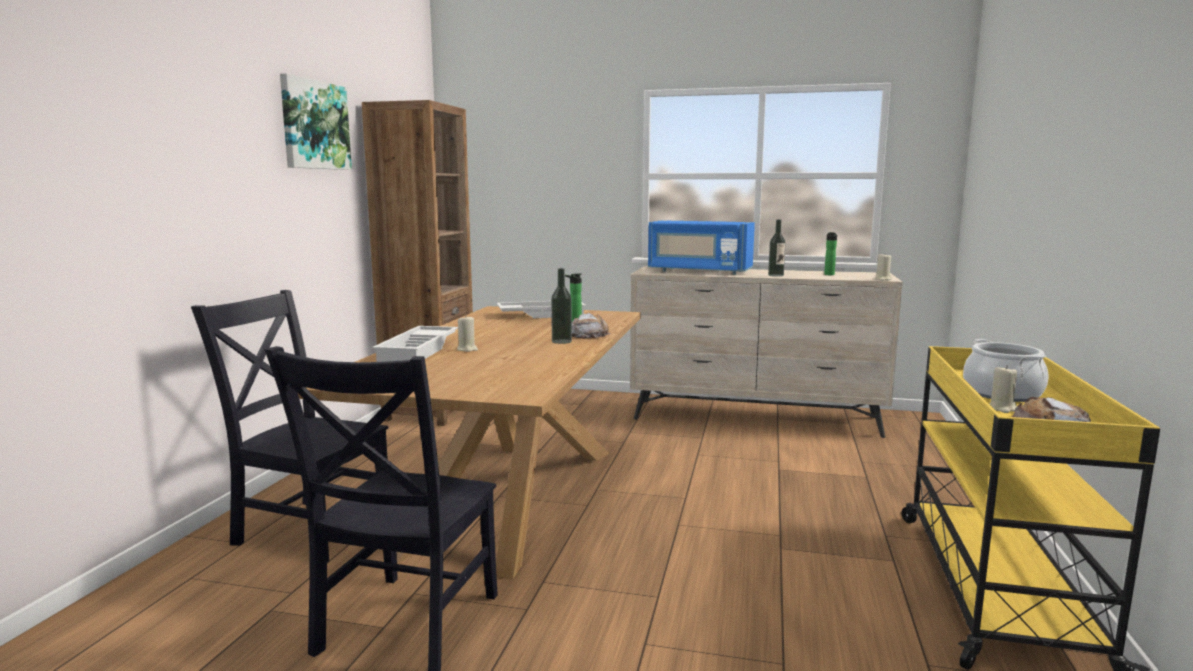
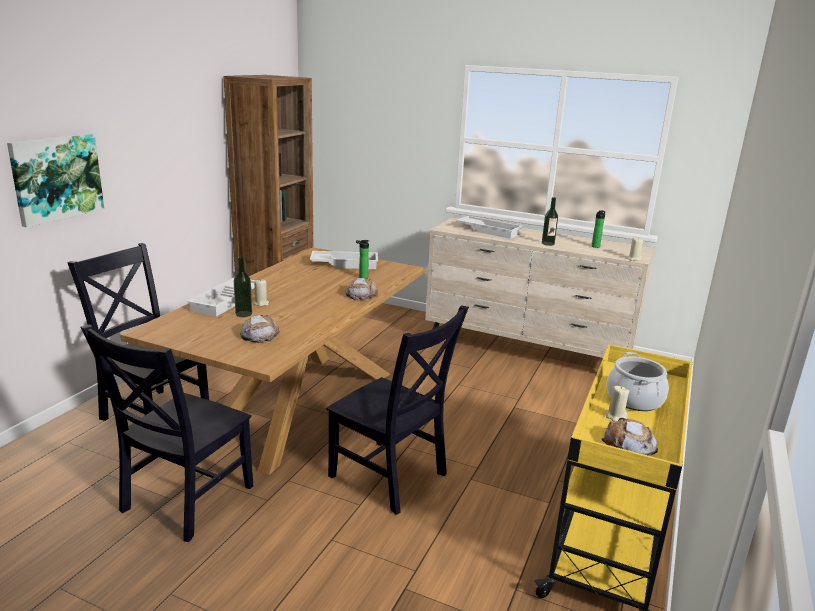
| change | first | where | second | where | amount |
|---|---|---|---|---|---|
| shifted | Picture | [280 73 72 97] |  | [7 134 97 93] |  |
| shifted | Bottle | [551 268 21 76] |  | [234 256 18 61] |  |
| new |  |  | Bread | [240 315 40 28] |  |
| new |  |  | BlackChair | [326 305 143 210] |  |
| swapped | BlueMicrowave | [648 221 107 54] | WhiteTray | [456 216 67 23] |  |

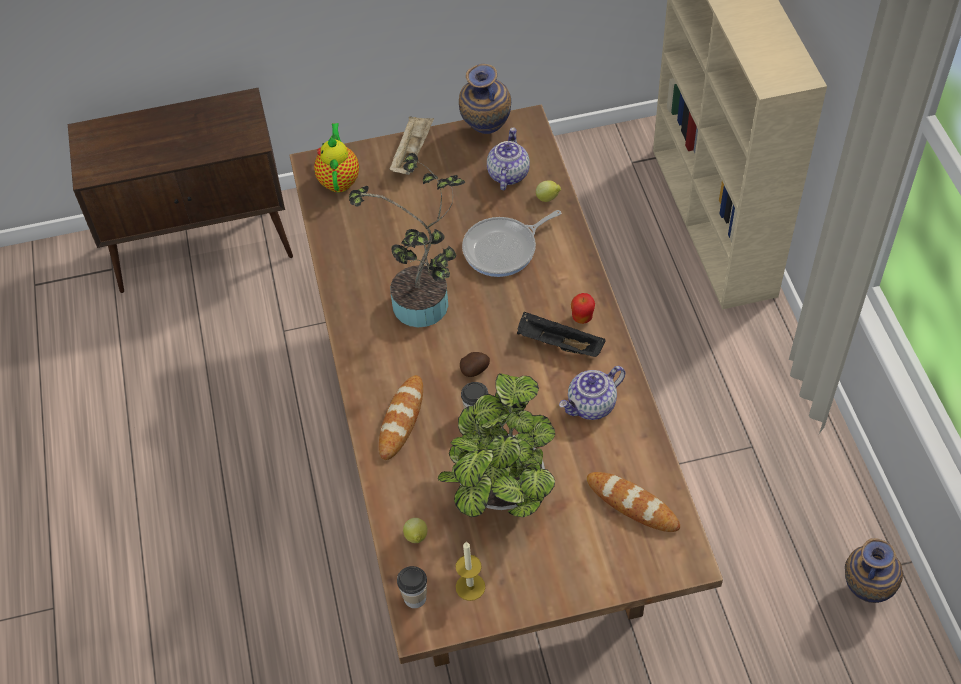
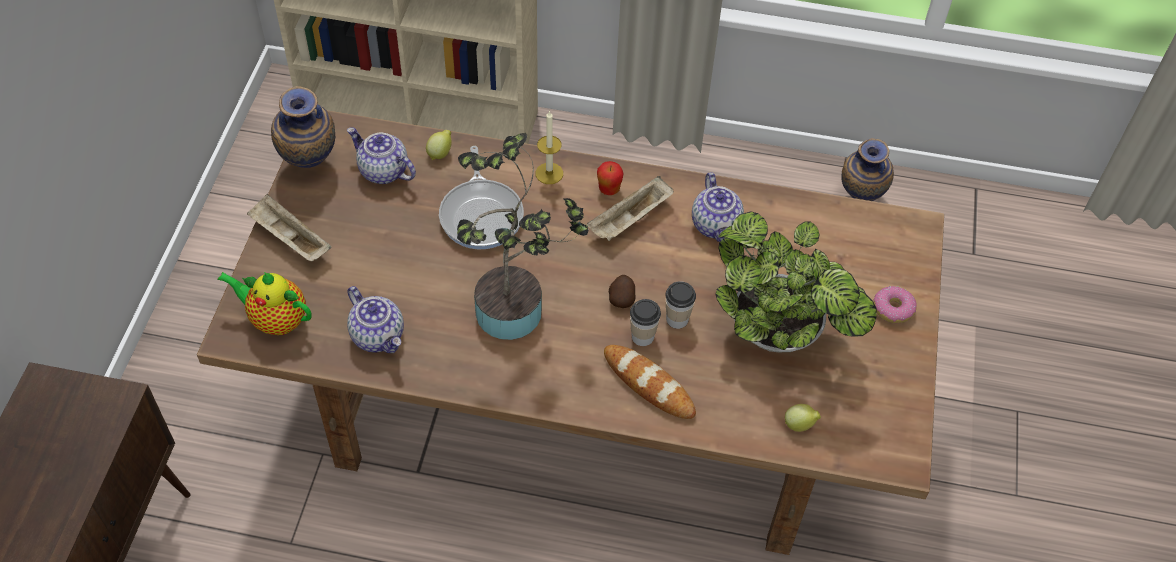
| change | first | where | second | where | amount |
|---|---|---|---|---|---|
| new |  |  | Teapot | [347 286 57 67] |  |
| shifted | Candle | [456 542 29 59] |  | [535 110 28 74] |  |
| repainted | BlackTray | [517 311 89 46] | BeigeTray | [587 176 87 65] |  |
| shifted | Cup | [397 566 30 42] |  | [630 299 31 47] |  |
| new |  |  | Donut | [873 286 44 38] |  |
| gone | Bread | [587 472 93 60] |  |  |  |

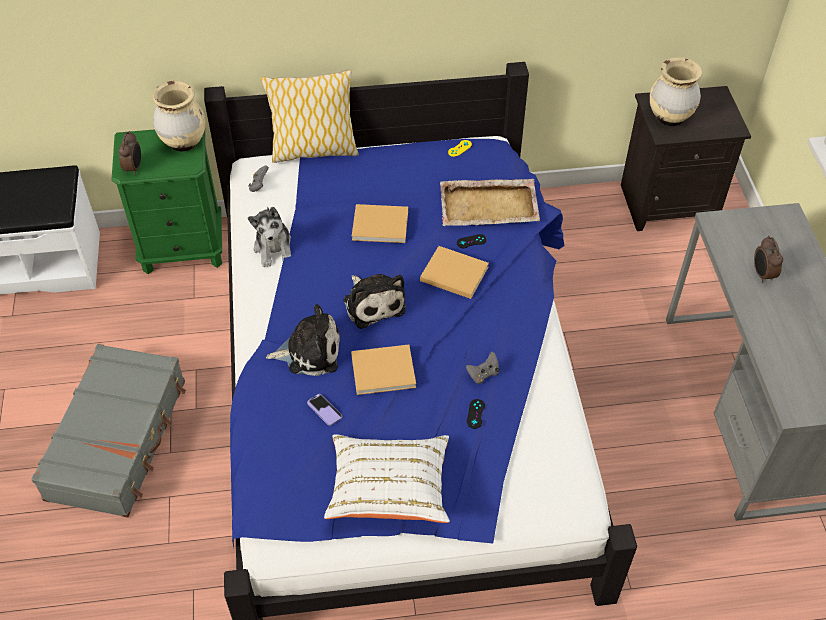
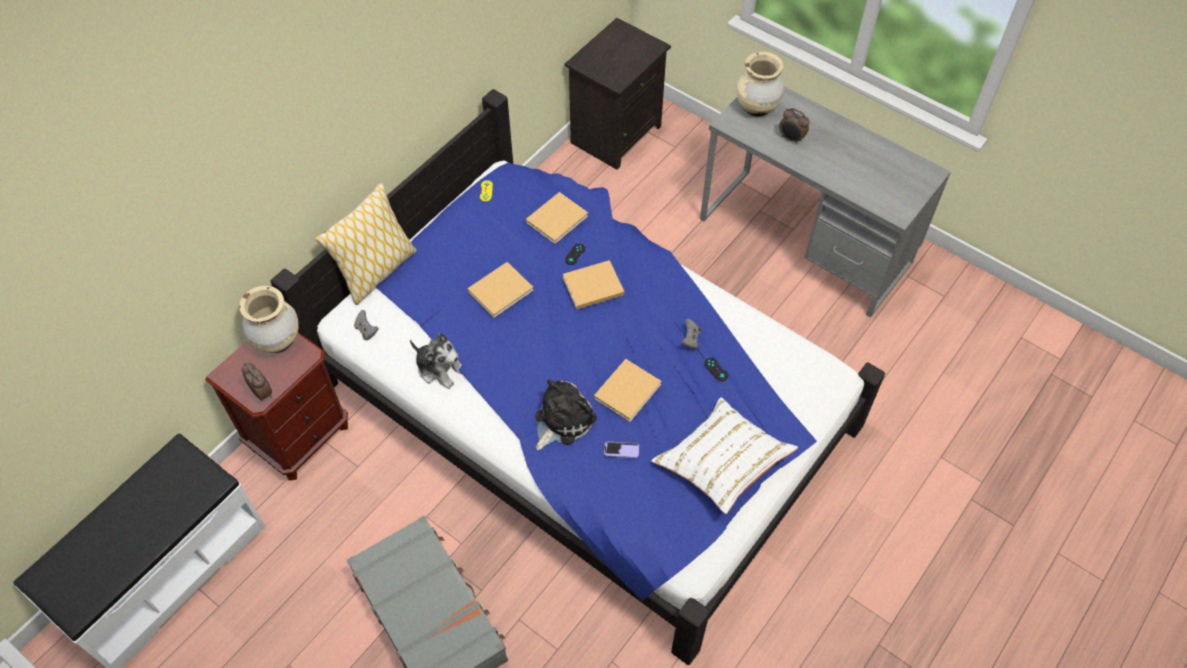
| change | first | where | second | where | amount |
|---|---|---|---|---|---|
| repainted | GreenNightstand | [111 129 111 145] | BrownNightstand | [205 332 143 148] |  |
| swapped | BeigeTray | [440 179 100 47] | BeigeBook | [526 192 62 52] |  |
| shifted | BeigeVase | [650 57 52 69] |  | [736 52 48 65] |  |
| gone | PlushToy | [343 274 63 55] |  |  |  |

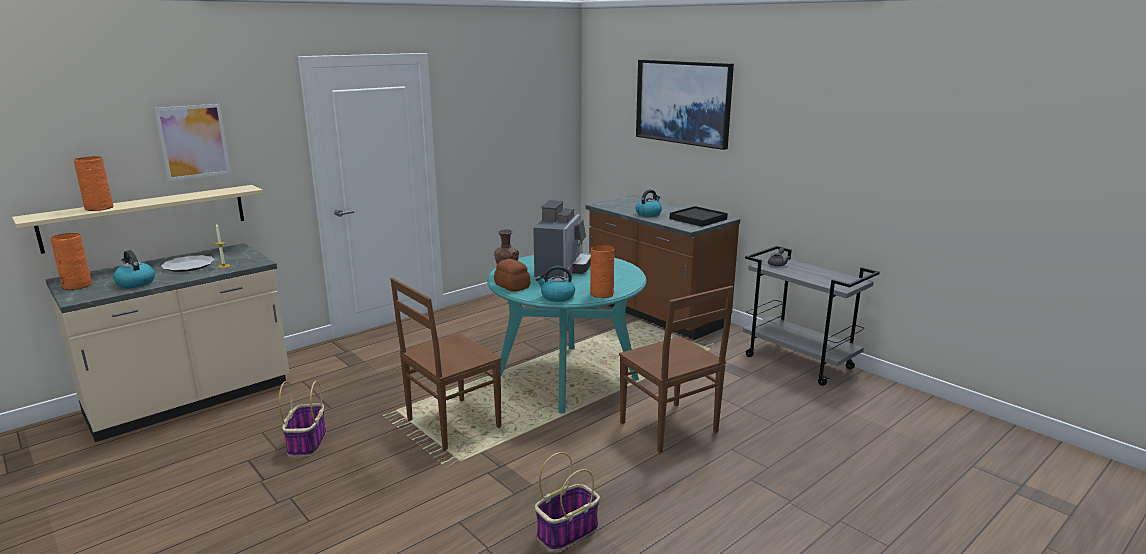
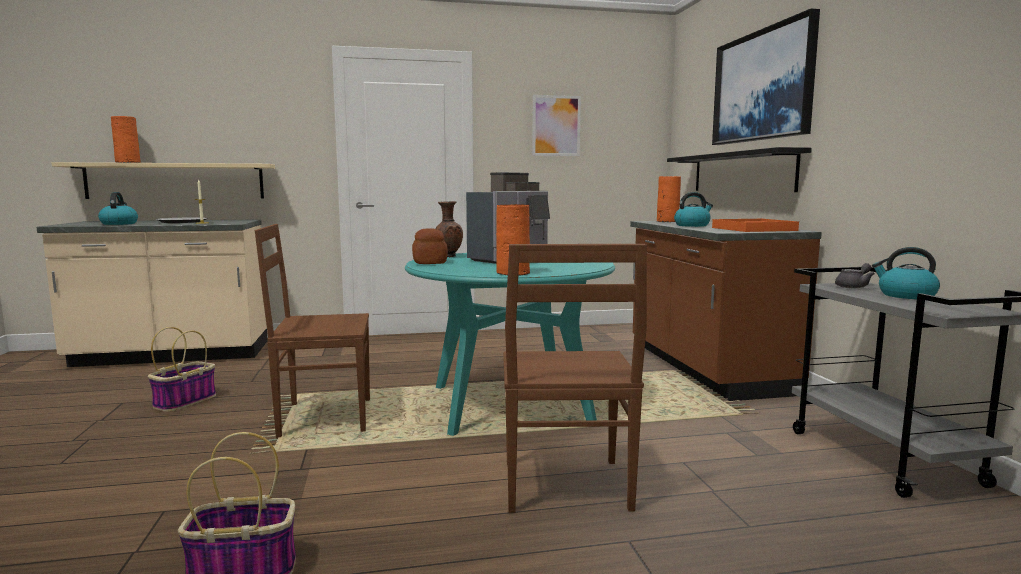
| change | first | where | second | where | amount |
|---|---|---|---|---|---|
| shifted | Picture | [154 104 77 77] |  | [532 95 49 61] |  |
| shifted | OrangeVase | [50 233 42 57] |  | [657 176 24 46] |  |
| new |  |  | BlackShelf | [667 147 145 45] |  |
| repainted | BlackTray | [670 206 58 21] | OrangeTray | [712 219 87 13] |  |
| shifted | Kettle | [536 266 39 36] |  | [872 247 68 52] |  |

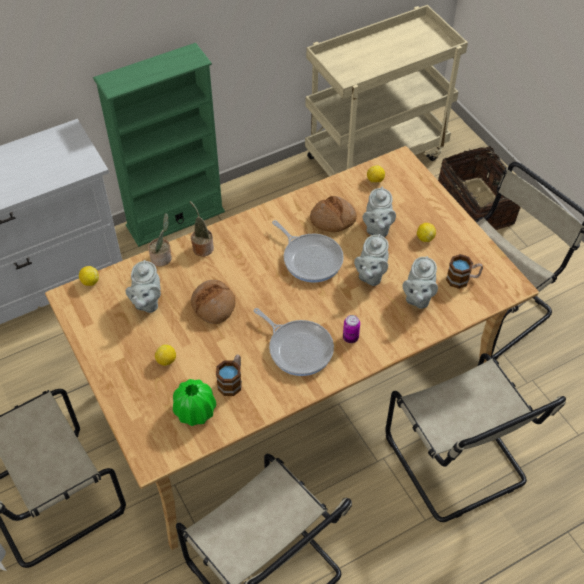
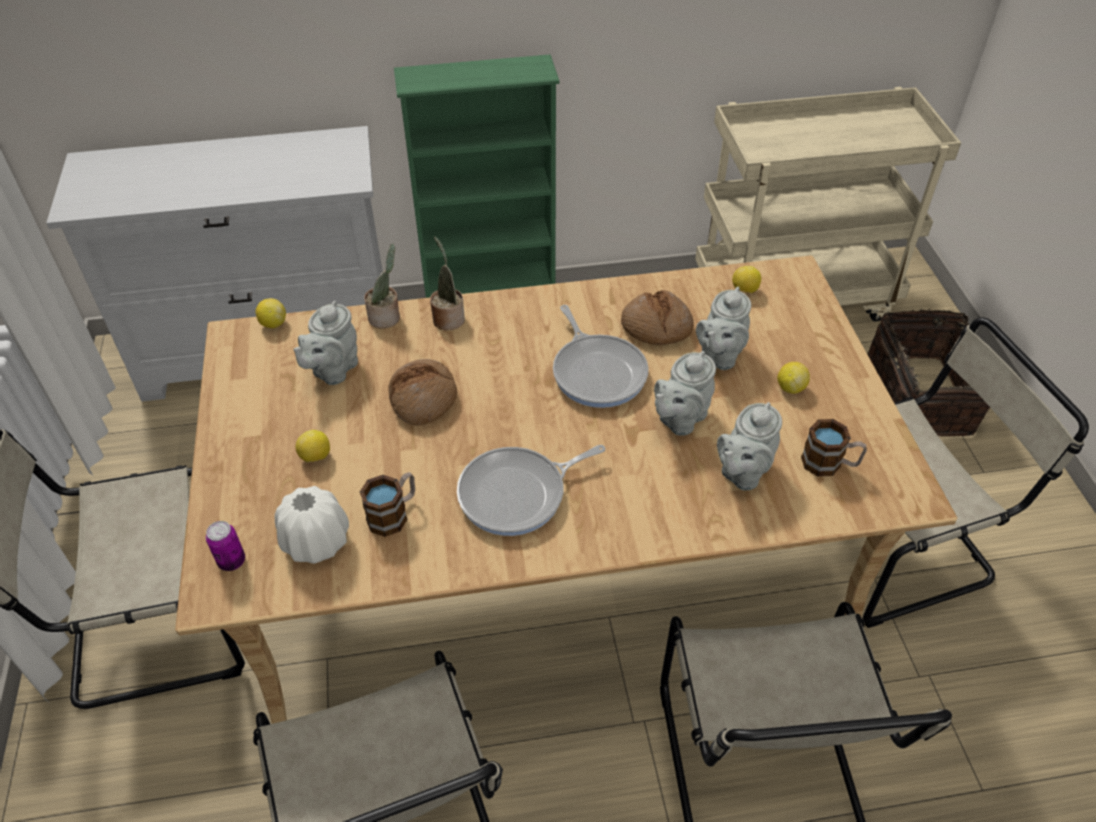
| change | first | where | second | where | amount |
|---|---|---|---|---|---|
| shifted | Can | [343 315 17 28] |  | [206 521 39 50] |  |
| repainted | GreenVase | [173 379 43 47] | WhiteVase | [275 486 74 78] |  |
| rotated | FryingPan | [253 308 81 68] |  | [457 445 149 91] | 90 degrees clockwise |

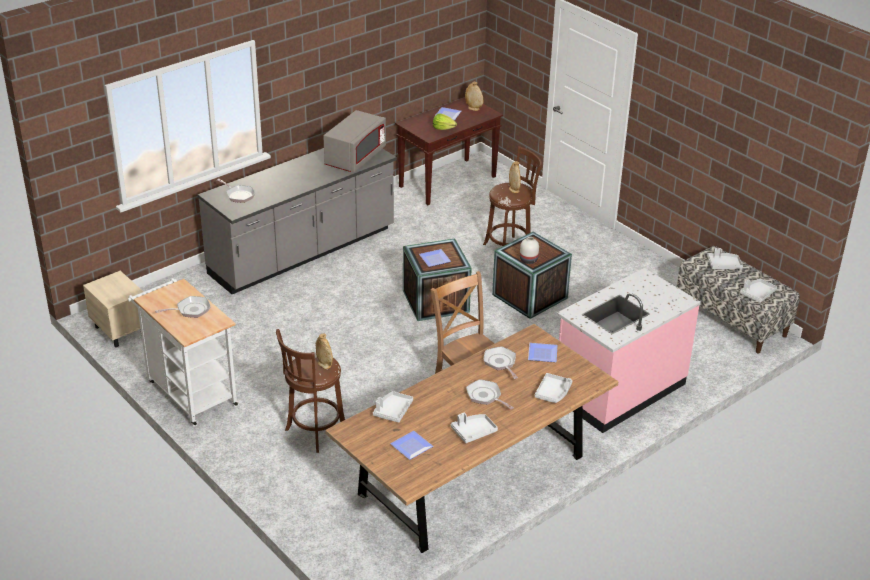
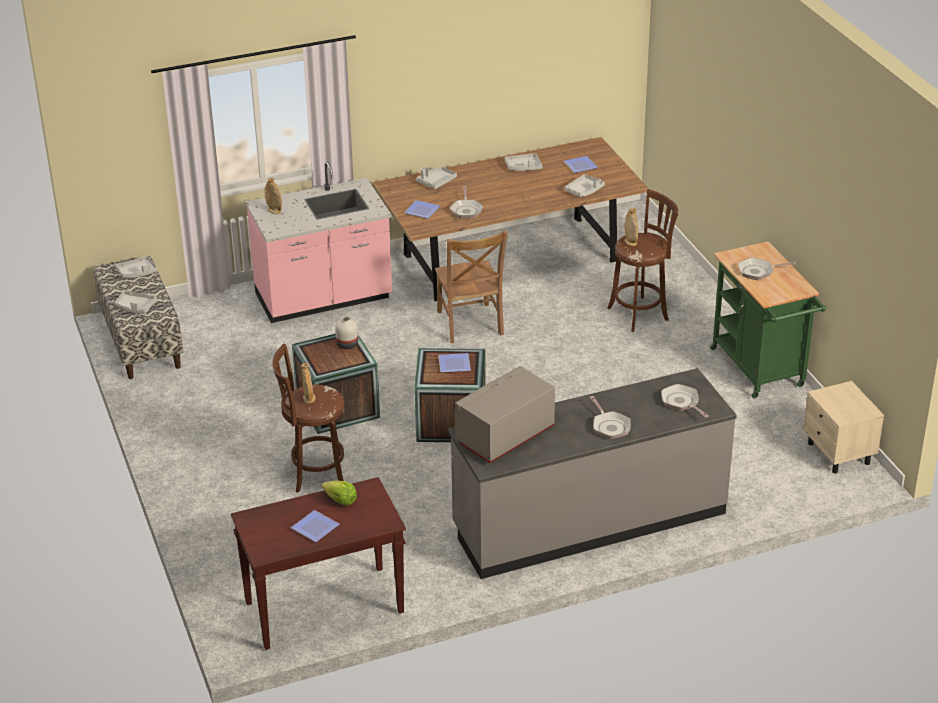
| change | first | where | second | where | amount |
|---|---|---|---|---|---|
| shifted | BeigeVase | [465 82 18 29] |  | [265 178 17 36] |  |
| shifted | FryingPan | [466 379 48 30] |  | [589 396 42 43] |  |
| repainted | WhiteCart | [128 278 111 149] | GreenCart | [710 241 116 158] |  |

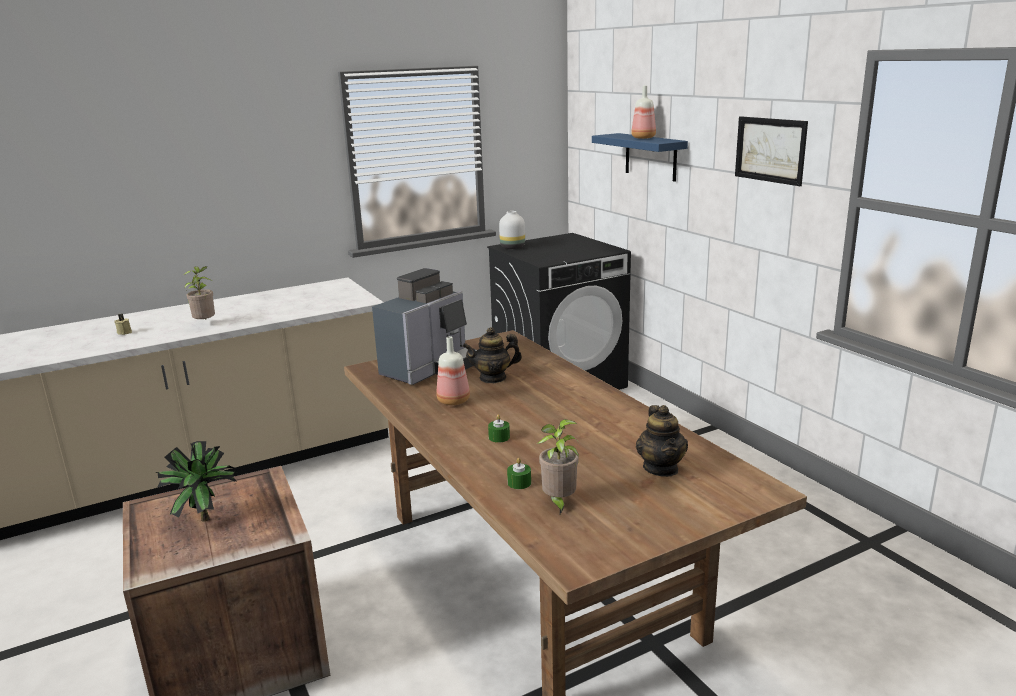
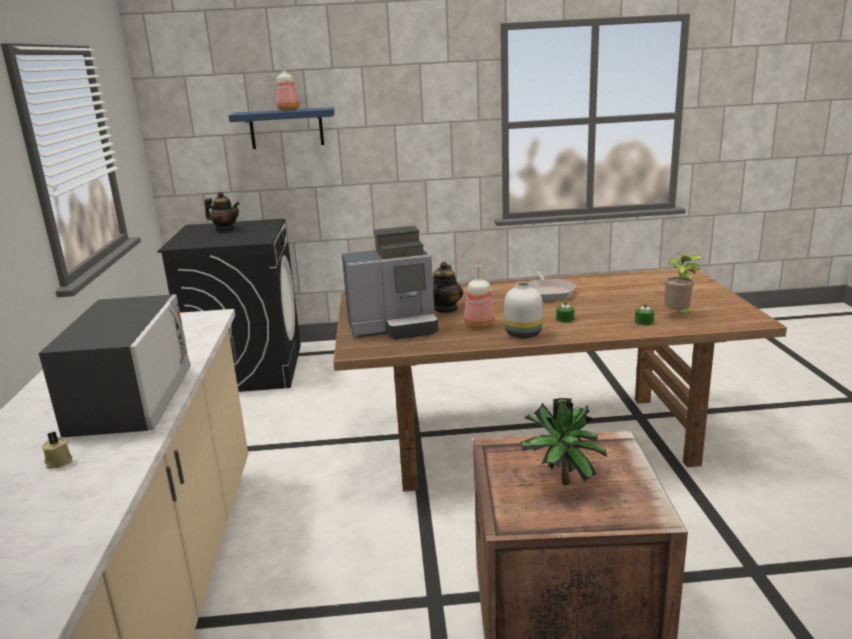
| change | first | where | second | where | amount |
|---|---|---|---|---|---|
| swapped | PottedPlant | [184 266 31 53] | Microwave | [39 294 152 144] |  |
| shifted | Teapot | [636 405 52 72] |  | [205 192 35 39] |  |
| rotated | CoffeeMachine | [372 268 105 117] |  | [342 226 97 113] | 105 degrees clockwise |
| shifted | WhiteVase | [499 211 26 38] |  | [504 282 39 57] |  |
| new |  |  | FryingPan | [529 271 47 30] |  |
| gone | Picture | [735 116 73 70] |  |  |  |

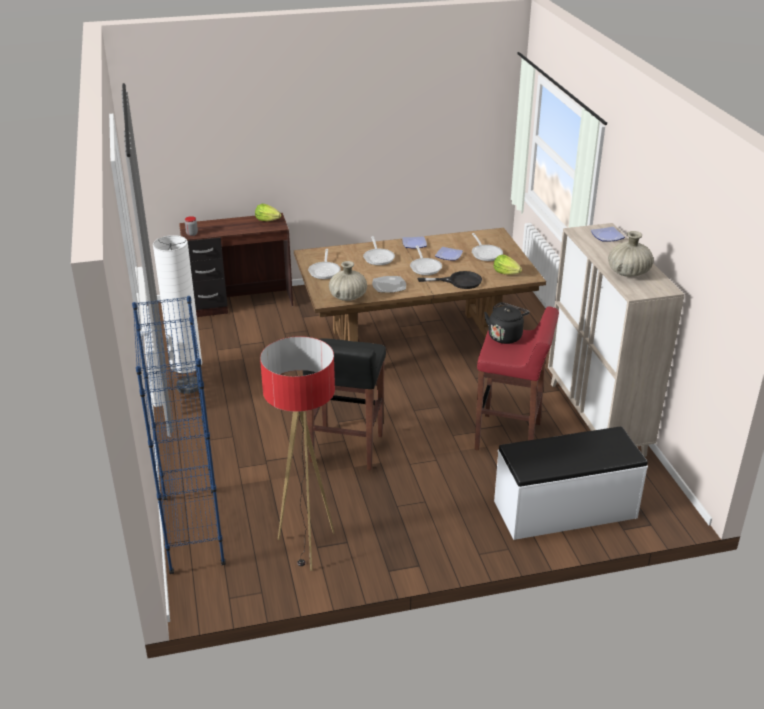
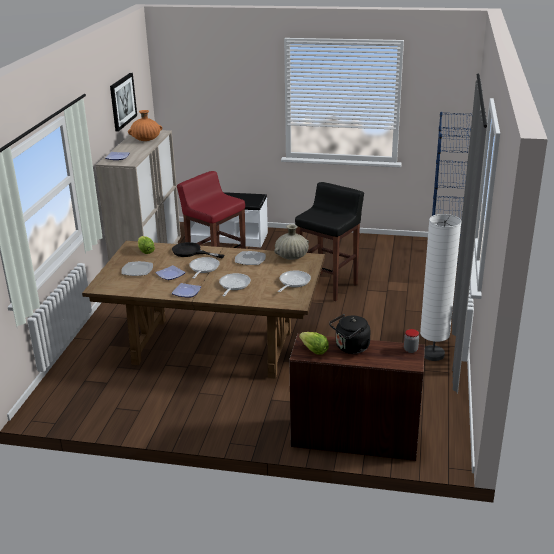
| change | first | where | second | where | amount |
|---|---|---|---|---|---|
| new |  |  | Picture | [110 73 27 59] |  |
| swapped | FryingPan | [472 233 31 28] | Plate | [121 261 32 15] |  |
| repainted | BeigeVase | [608 231 45 46] | OrangeVase | [128 110 34 31] |  |
| shifted | BlackKettle | [484 302 45 42] |  | [329 314 42 40] |  |
| gone | FloorLamp | [260 336 75 235] |  |  |  |

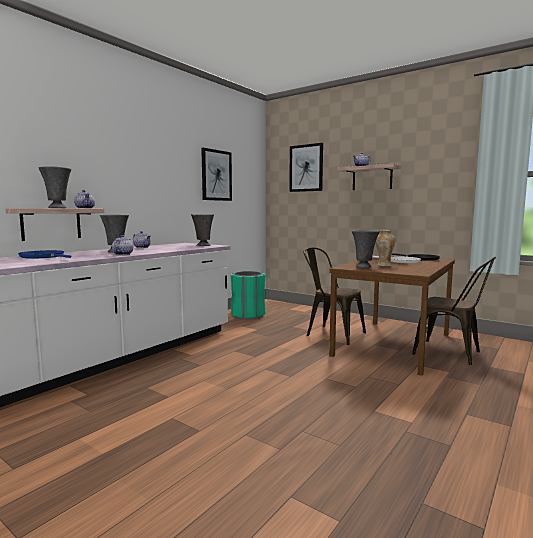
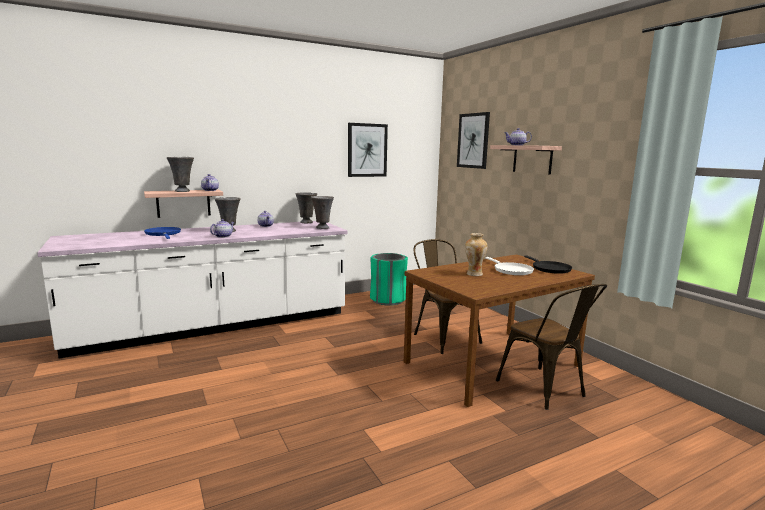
| change | first | where | second | where | amount |
|---|---|---|---|---|---|
| shifted | GreyVase | [352 230 28 38] |  | [296 193 21 30] |  |

